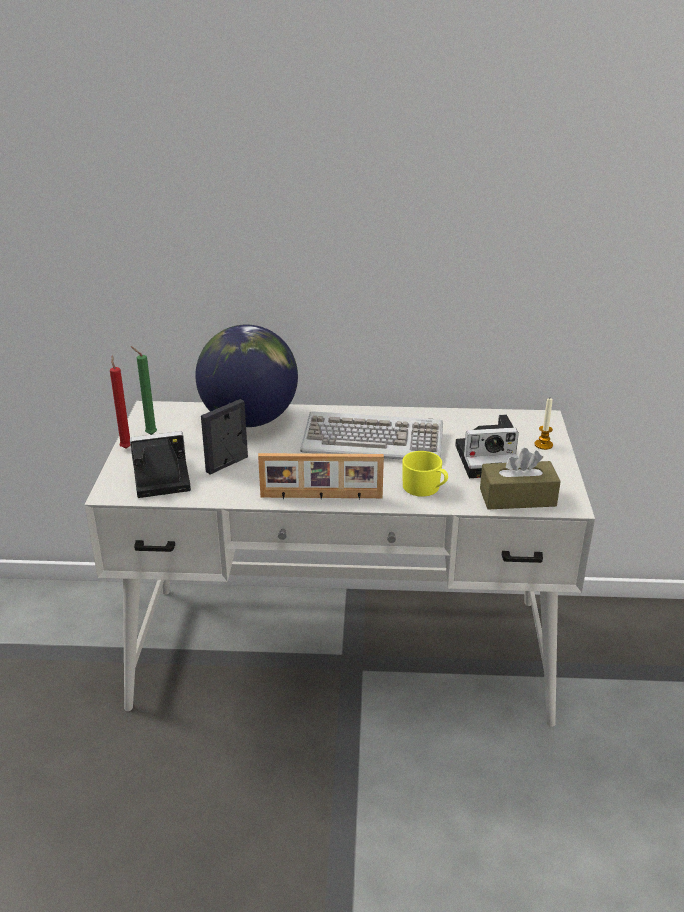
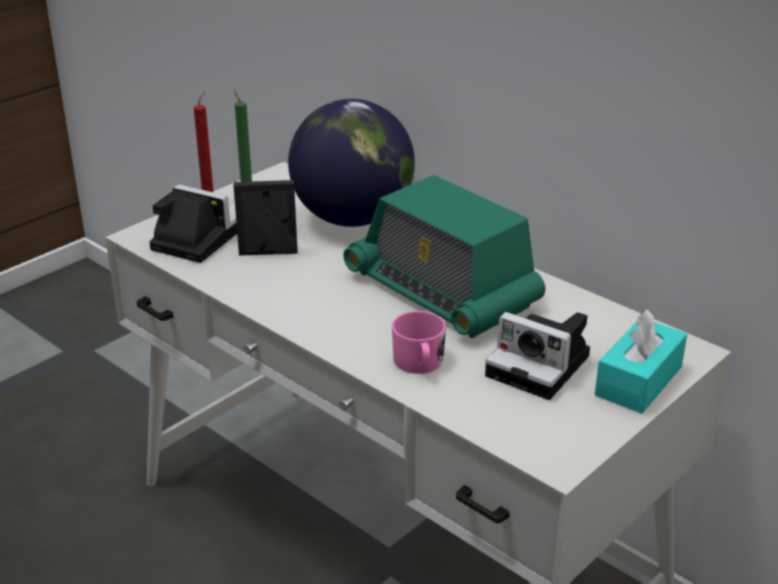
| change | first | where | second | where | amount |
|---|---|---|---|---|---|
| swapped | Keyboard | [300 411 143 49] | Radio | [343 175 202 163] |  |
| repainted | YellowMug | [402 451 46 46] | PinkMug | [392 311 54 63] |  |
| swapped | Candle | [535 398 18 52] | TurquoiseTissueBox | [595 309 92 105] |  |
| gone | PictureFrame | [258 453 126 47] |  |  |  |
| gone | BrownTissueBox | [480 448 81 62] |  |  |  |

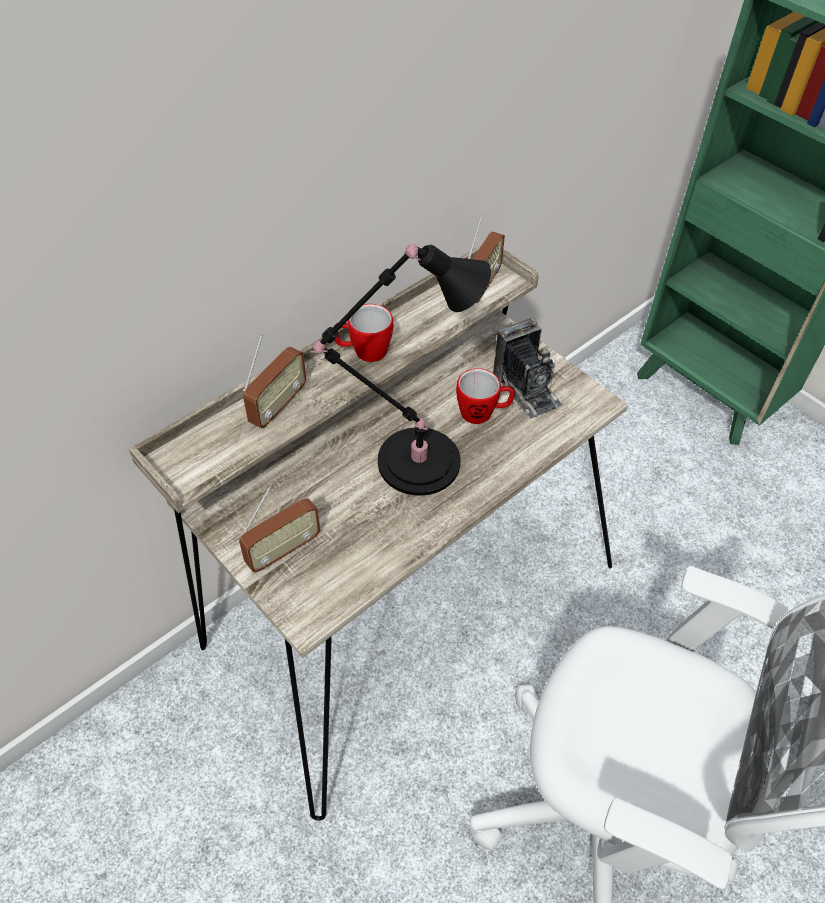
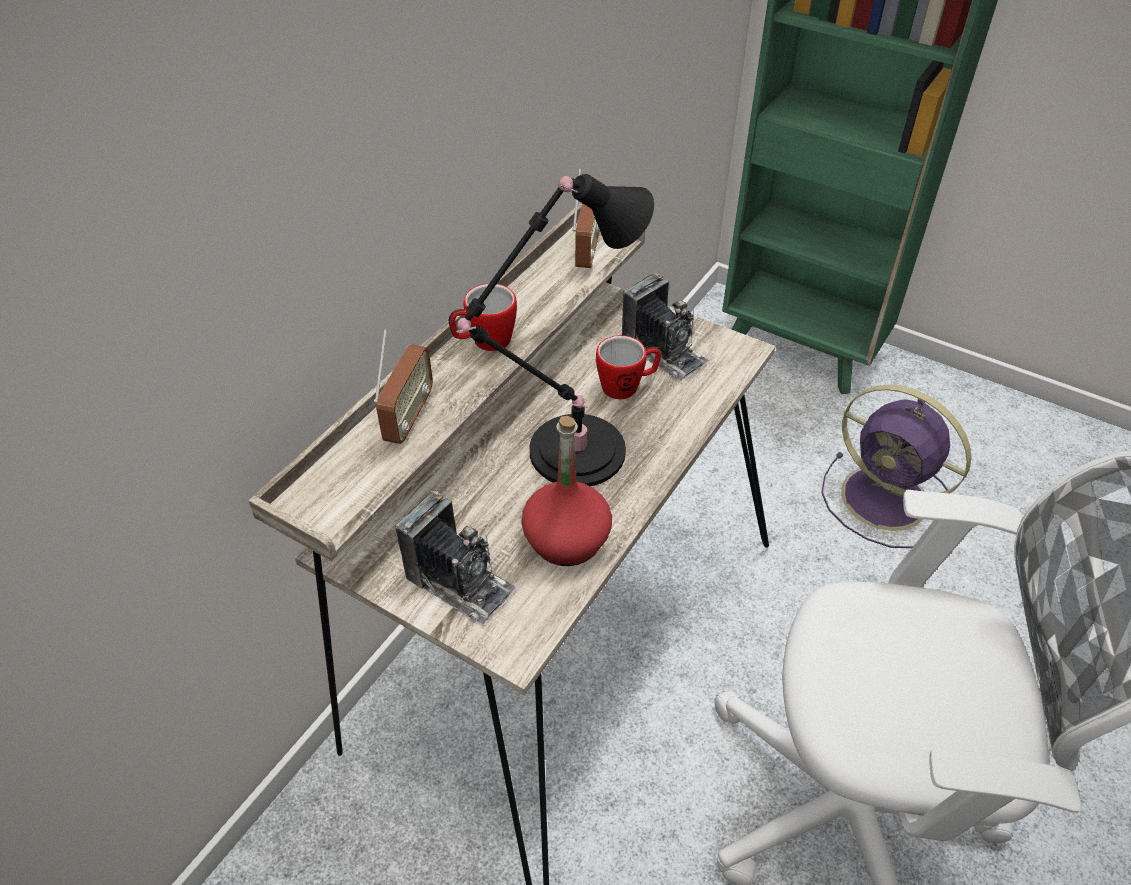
| change | first | where | second | where | amount |
|---|---|---|---|---|---|
| swapped | Radio | [239 487 82 85] | PhotoCamera | [395 491 121 135] |  |
| new |  |  | RedBottle | [521 416 91 150] |  |
| new |  |  | PurpleFan | [821 385 151 163] |  |

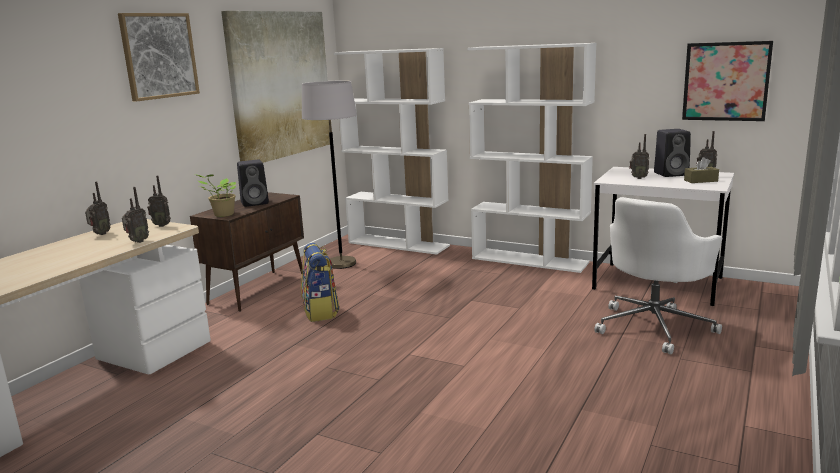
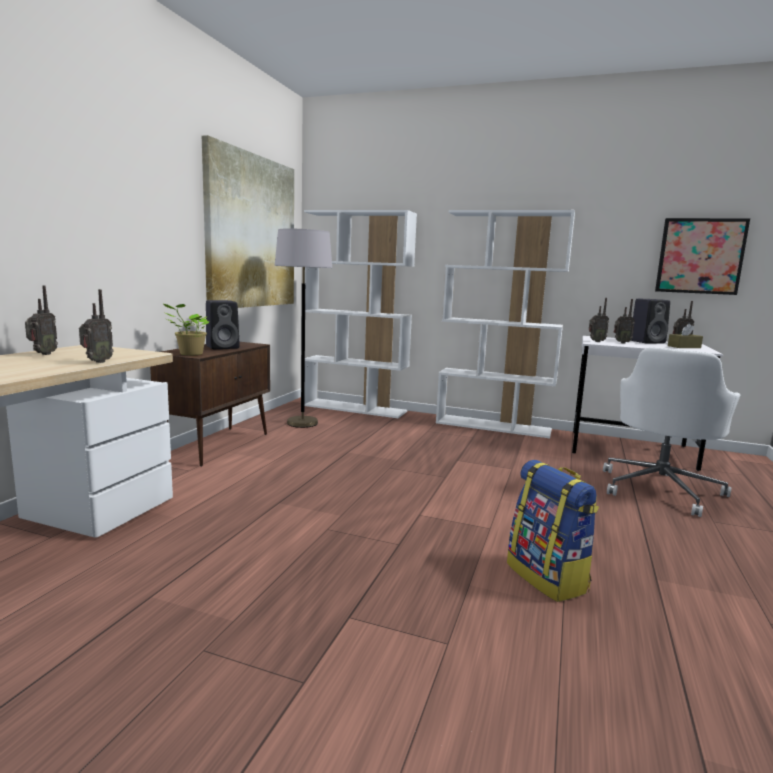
| change | first | where | second | where | amount |
|---|---|---|---|---|---|
| shifted | Backpack | [301 243 39 79] |  | [507 460 92 142] |  |
| shifted | Radio | [147 176 24 51] |  | [589 298 20 44] |  |
| gone | Picture | [118 13 82 89] |  |  |  |

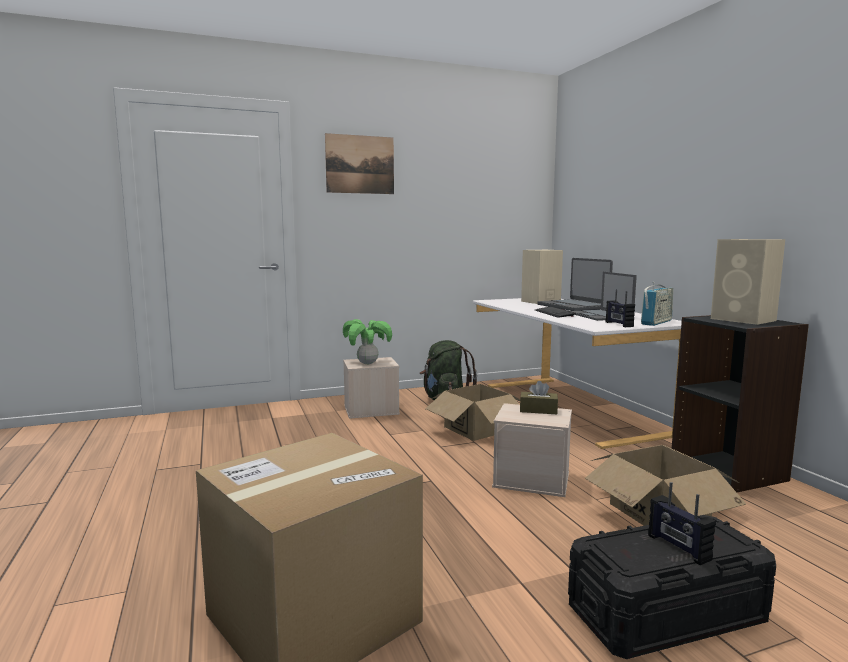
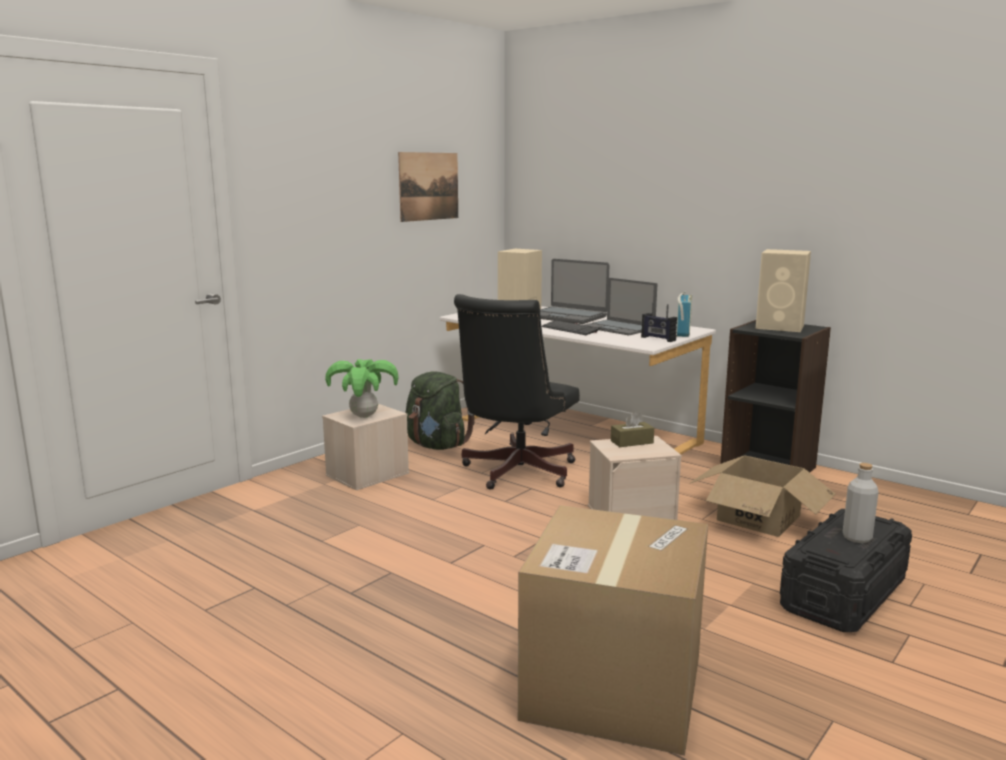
| change | first | where | second | where | amount |
|---|---|---|---|---|---|
| shifted | Picture | [325 133 69 61] |  | [398 152 60 70] |  |
| swapped | CardboardBox | [425 384 95 57] | BlackOfficeChair | [454 294 126 196] |  |
| swapped | Radio | [648 482 68 83] | GreyBottle | [843 463 36 80] |  |

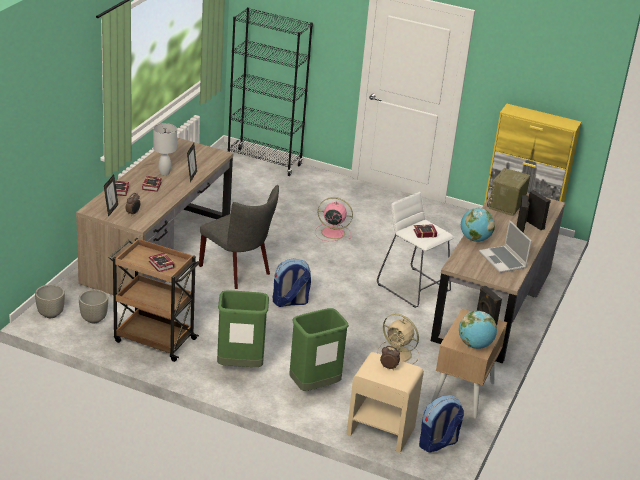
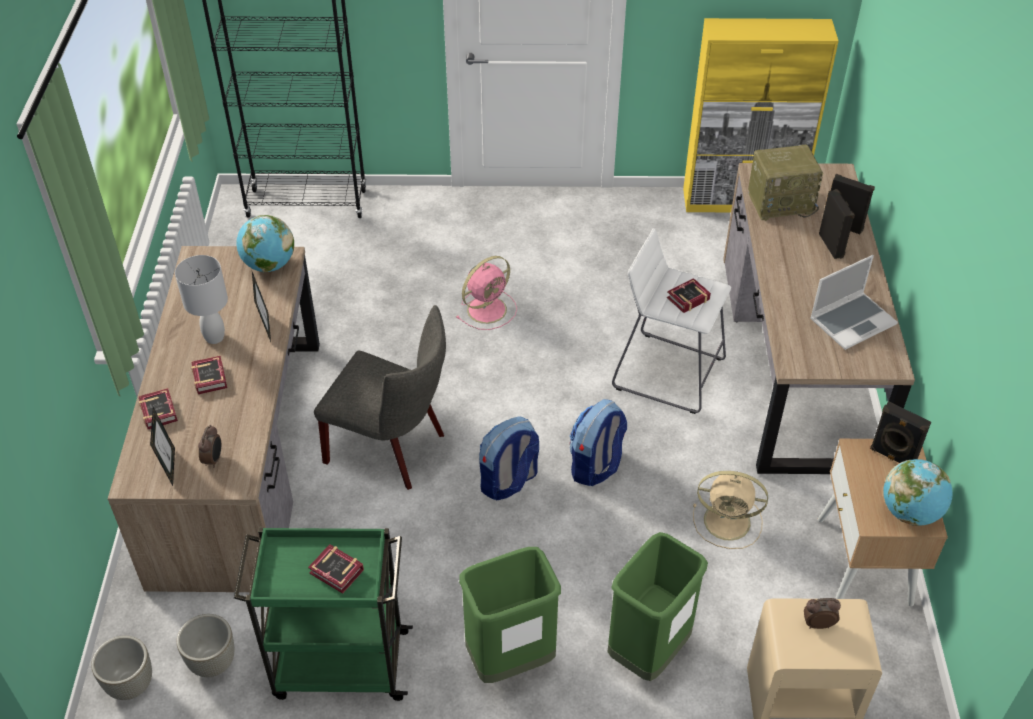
| change | first | where | second | where | amount |
|---|---|---|---|---|---|
| repainted | BrownCart | [109 238 91 124] | GreenCart | [234 527 179 174] |  |
| shifted | Globe | [461 208 34 34] |  | [237 215 57 57] |  |
| rotated | PinkFan | [315 197 38 44] |  | [456 256 61 74] | 150 degrees clockwise |
| shifted | Backpack | [419 395 45 57] |  | [570 399 57 87] |  |
| rotated | Radio | [487 168 43 48] |  | [748 144 75 77] | 105 degrees counterclockwise |
| rotated | Laptop | [479 220 52 53] |  | [810 255 88 95] | 75 degrees counterclockwise |

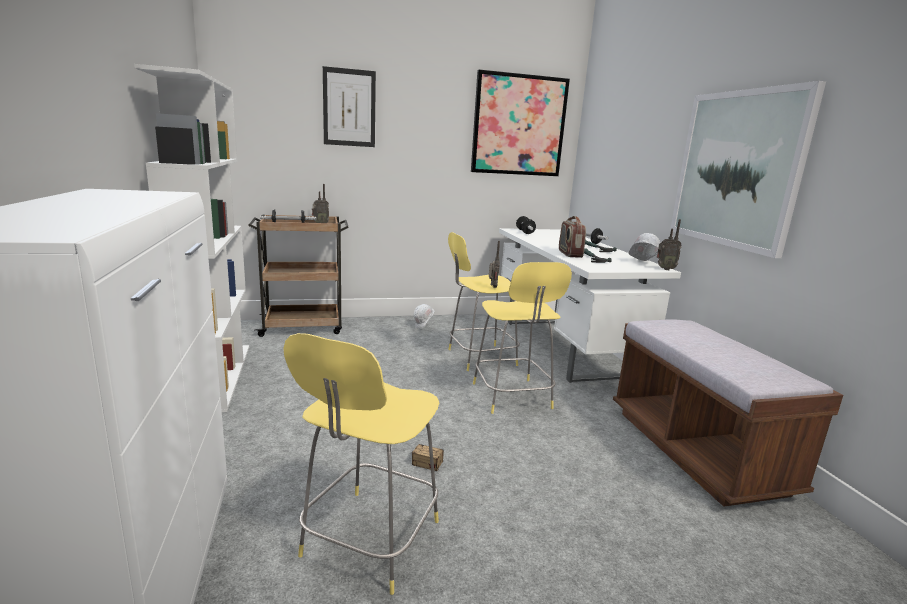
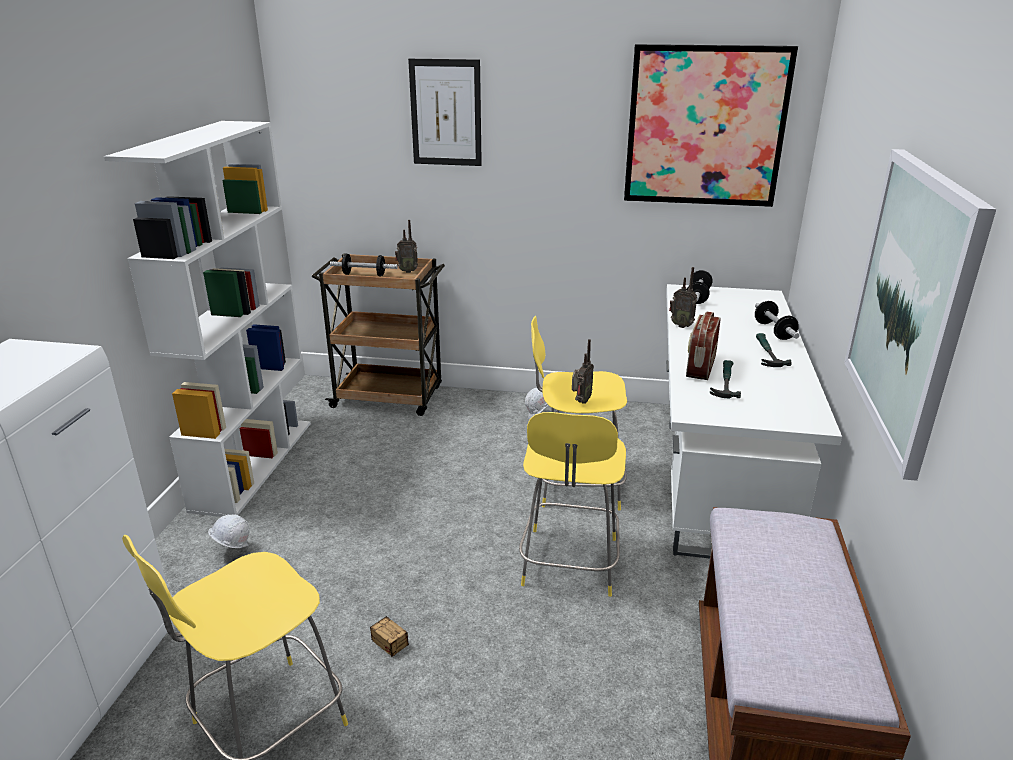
| change | first | where | second | where | amount |
|---|---|---|---|---|---|
| shifted | WhiteHardHat | [628 233 32 28] |  | [208 514 41 34] |  |
| shifted | Radio | [657 219 25 51] |  | [669 267 28 61] |  |

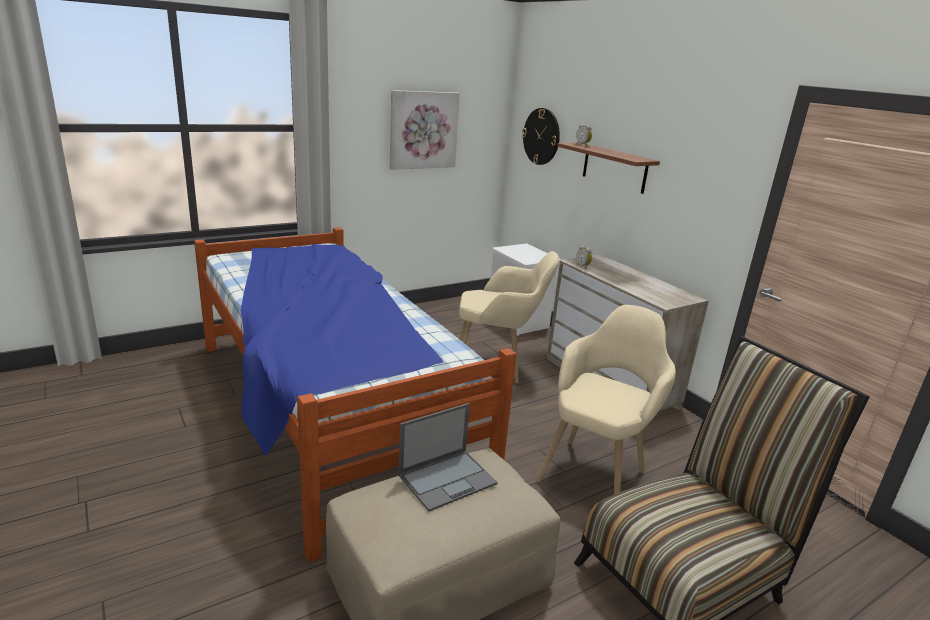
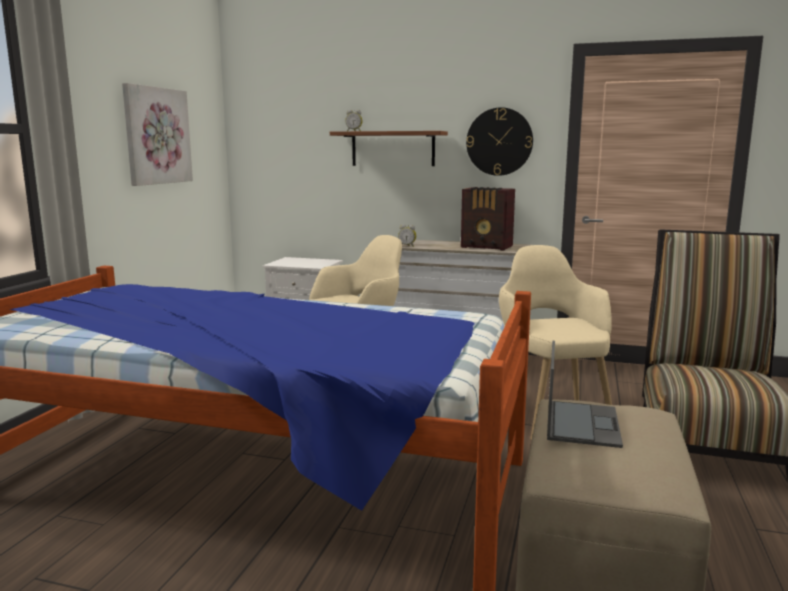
| change | first | where | second | where | amount |
|---|---|---|---|---|---|
| new |  |  | Radio | [461 187 54 64] |  |
| shifted | WallClock | [522 108 38 57] |  | [466 107 67 69] |  |

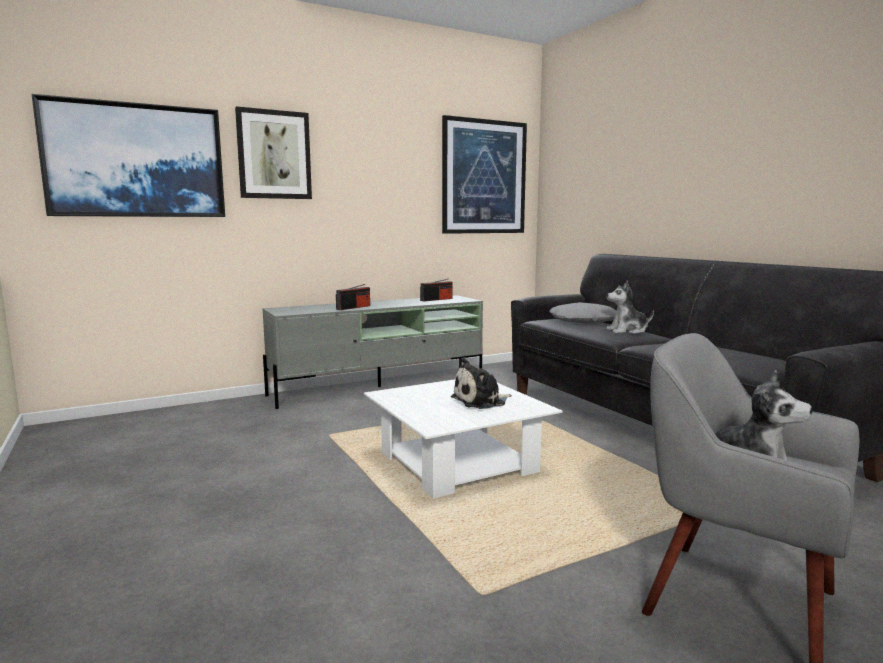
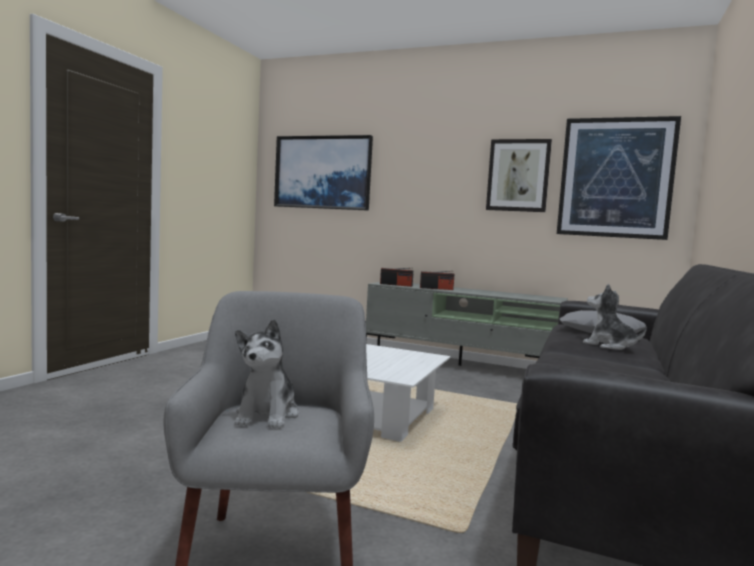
| change | first | where | second | where | amount |
|---|---|---|---|---|---|
| shifted | Radio | [420 279 33 22] |  | [380 268 33 19] |  |
| shifted | Picture | [235 106 77 93] |  | [486 139 66 73] |  |
| gone | PlushToy | [451 358 61 51] |  |  |  |

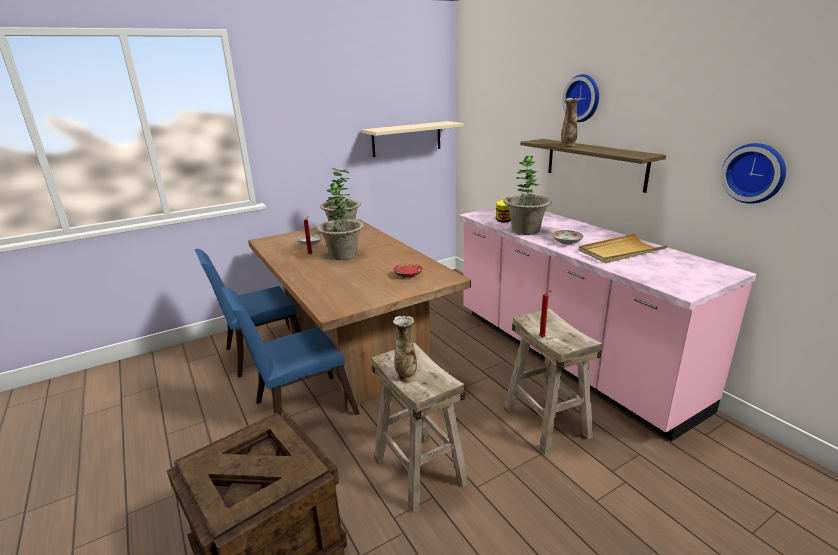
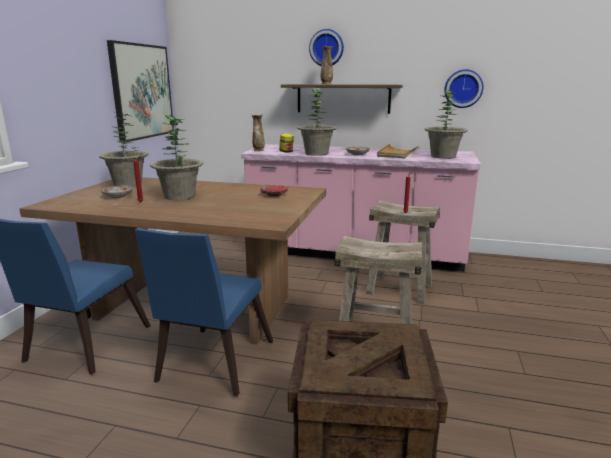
| change | first | where | second | where | amount |
|---|---|---|---|---|---|
| swapped | BeigeShelf | [362 121 102 36] | Picture | [107 40 67 103] |  |
| shifted | Vase | [393 316 24 66] |  | [251 114 14 37] |  |
| new |  |  | PottedPlant | [424 90 44 69] |  |

